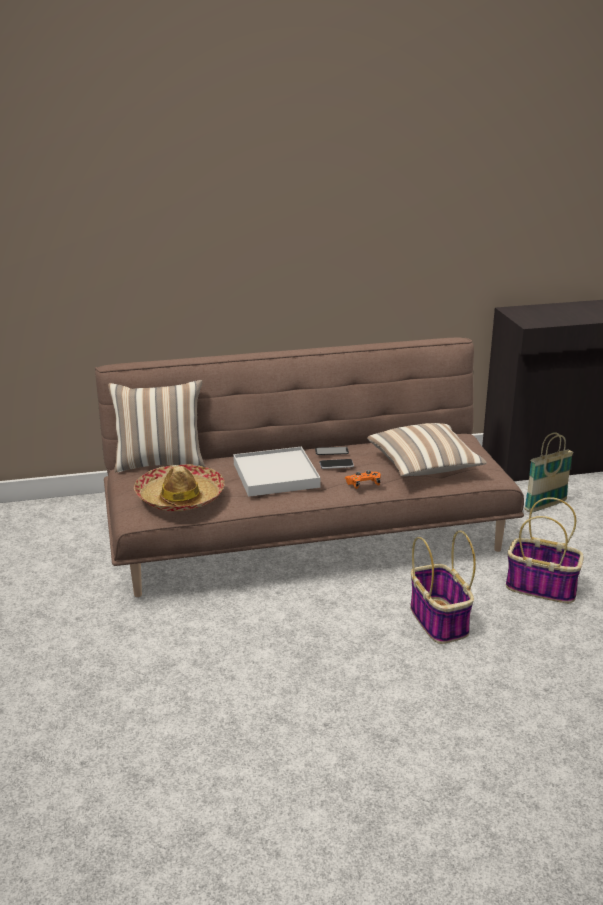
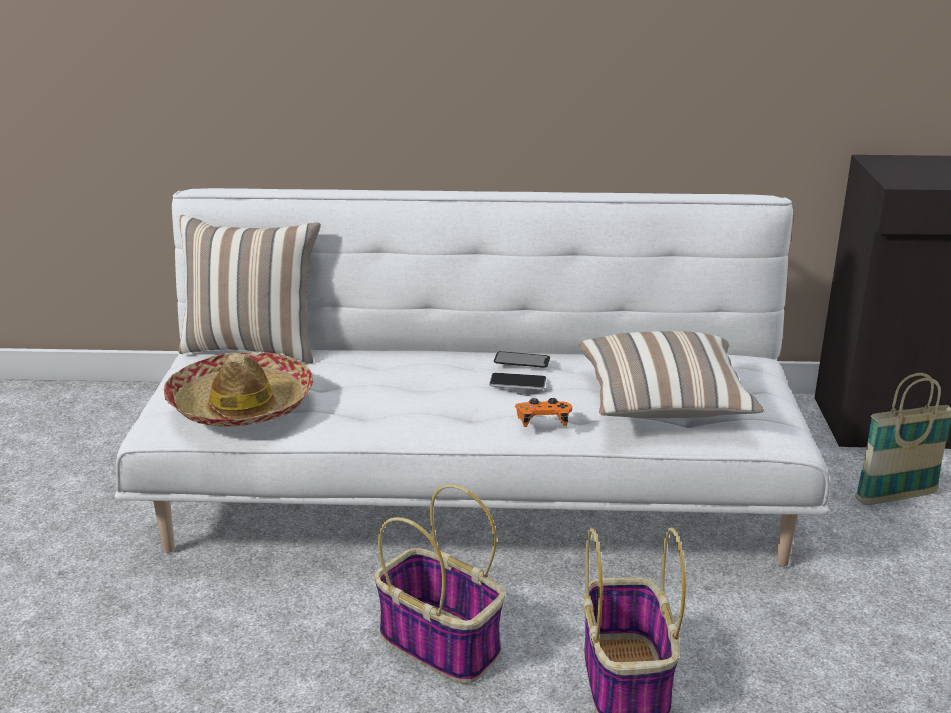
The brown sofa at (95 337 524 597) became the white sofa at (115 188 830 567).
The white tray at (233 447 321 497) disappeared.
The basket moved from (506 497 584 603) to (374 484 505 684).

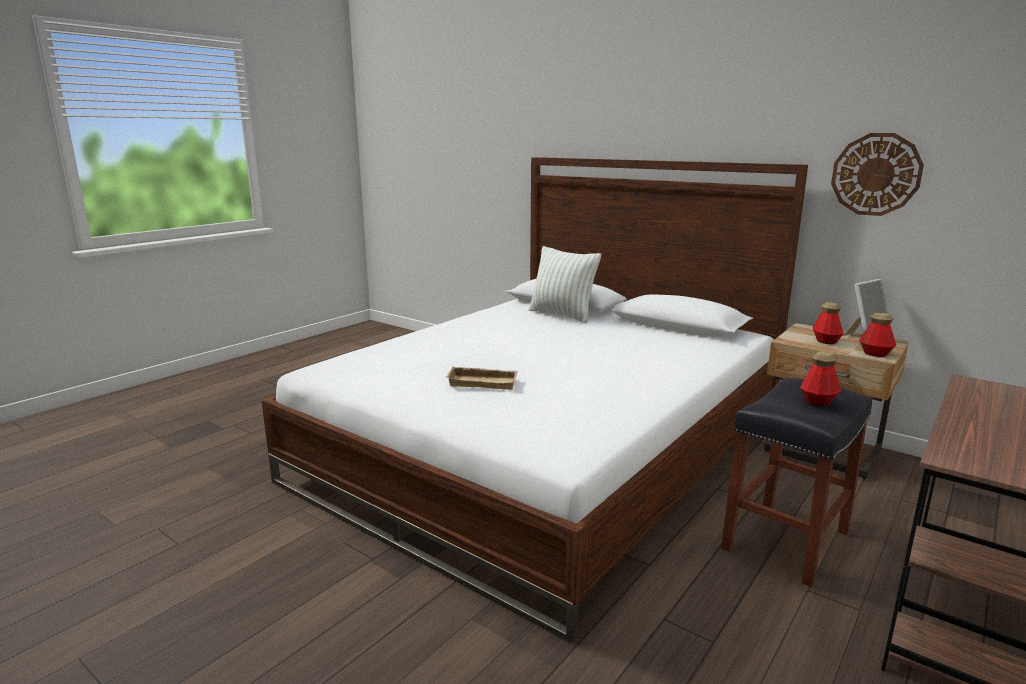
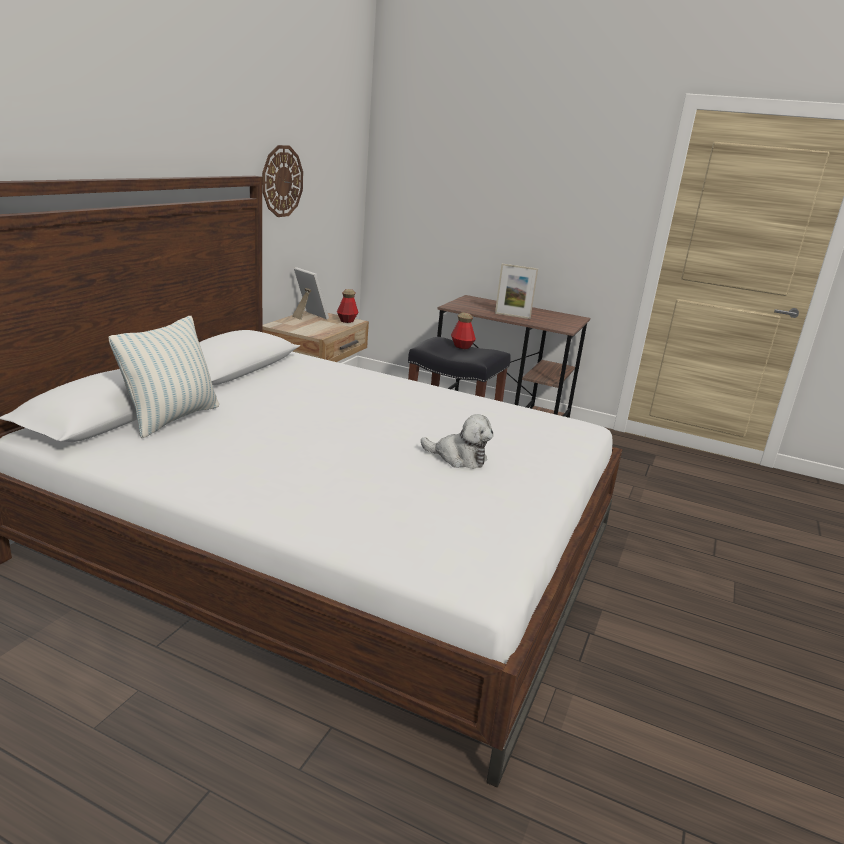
The bottle at (813 302 844 344) disappeared.
The beige tray at (446 367 518 389) was replaced by the plush toy at (421 414 493 469).
The picture frame at (495 264 538 319) appeared.

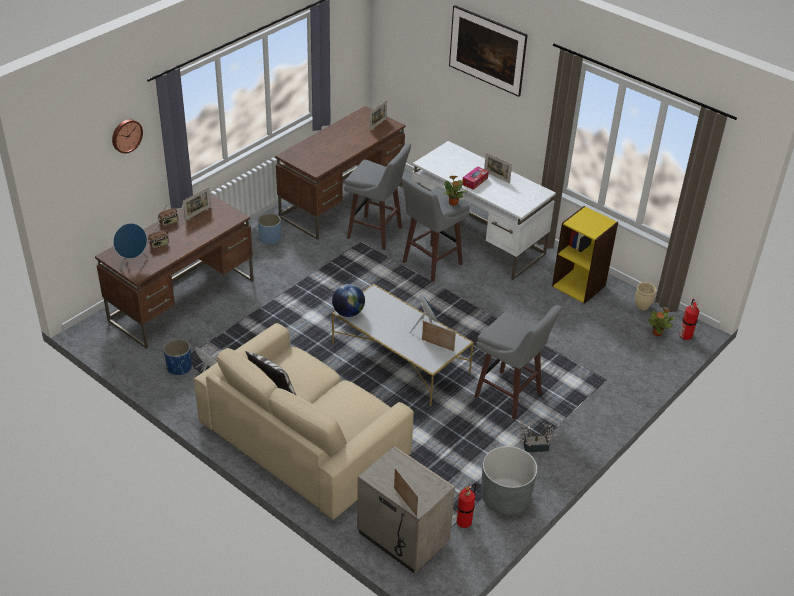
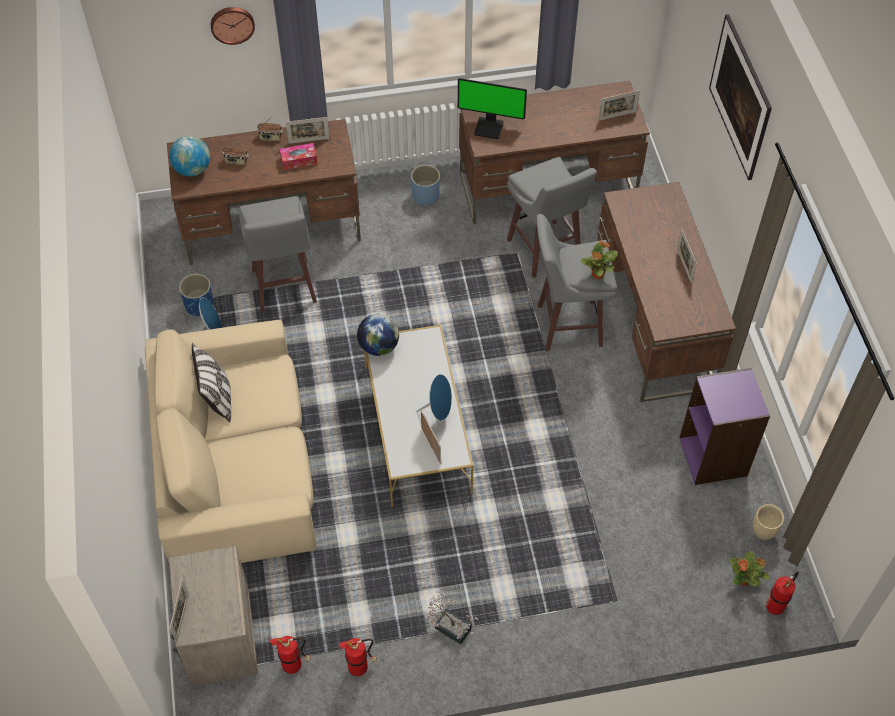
The white desk at (411 141 556 280) became the brown desk at (597 182 736 402).
The tissue box moved from (462 166 489 190) to (280 143 318 170).
The yellow bookcase at (552 206 618 304) became the purple bookcase at (679 368 770 485).
The blue speaker at (113 223 148 270) was replaced by the globe at (169 136 210 177).
The grey stool moved from (474 305 562 420) to (239 196 317 313).
The grey planter at (481 446 538 515) was replaced by the fire extinguisher at (339 638 377 676).
The monitor at (458 78 527 139) appeared.

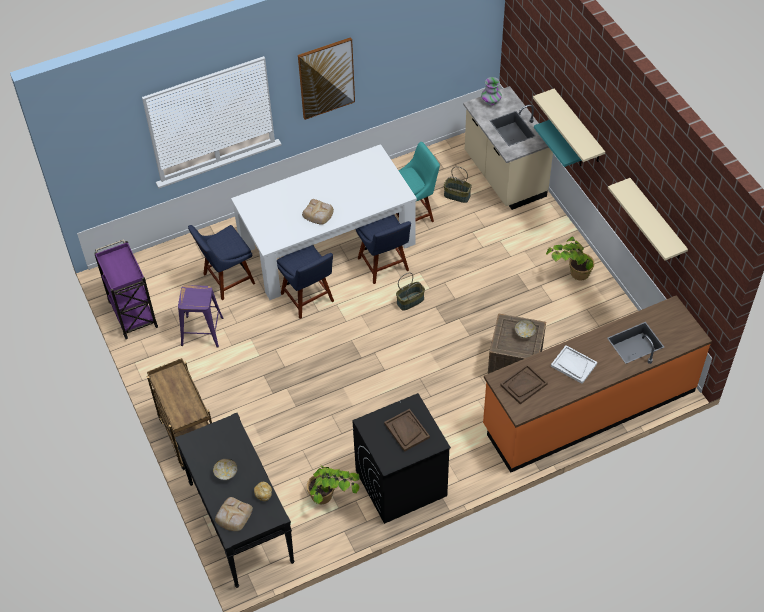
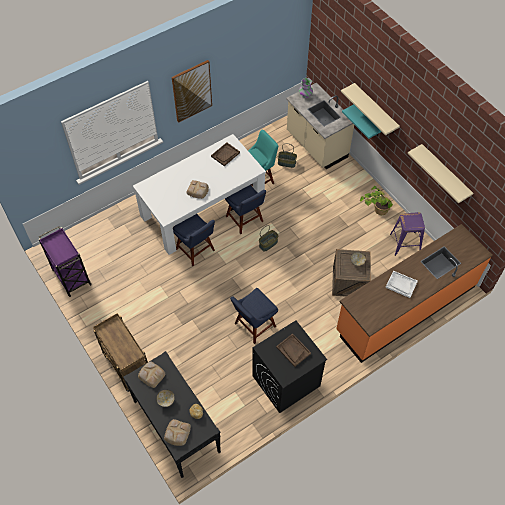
The blue chair moved from (188 225 255 300) to (230 288 278 344).
The purple stool moved from (178 285 223 348) to (390 212 425 256).
The brown tray moved from (500 364 548 404) to (211 142 240 166).
The potted plant at (307 465 360 504) disappeared.
The bread at (138 361 165 388) appeared.

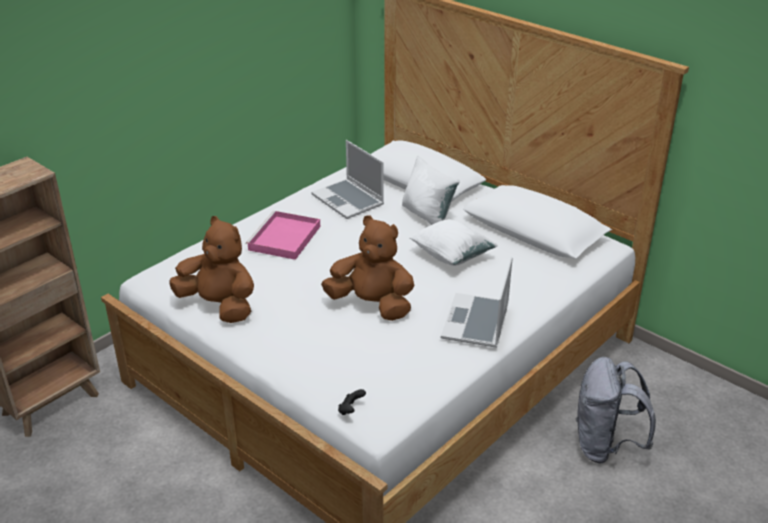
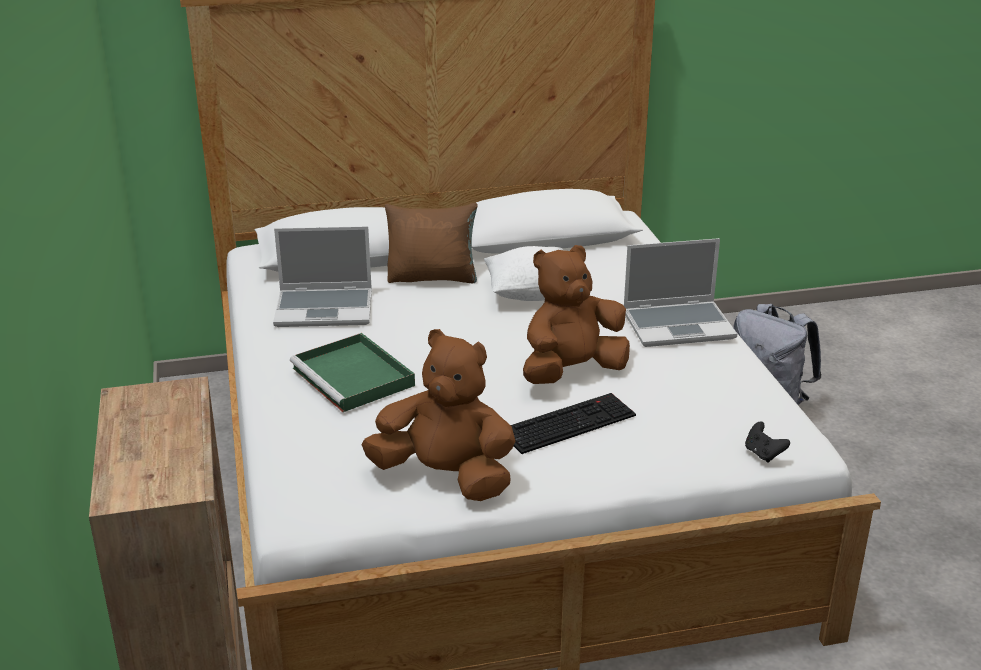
The white pillow at (402 156 460 225) became the brown pillow at (385 203 477 283).
The pink tray at (245 211 320 260) became the green tray at (290 333 415 412).
The brown plush toy at (169 216 254 323) turned 45 degrees clockwise.
The laptop at (441 257 513 348) turned 60 degrees counterclockwise.
The keyboard at (511 393 636 454) appeared.

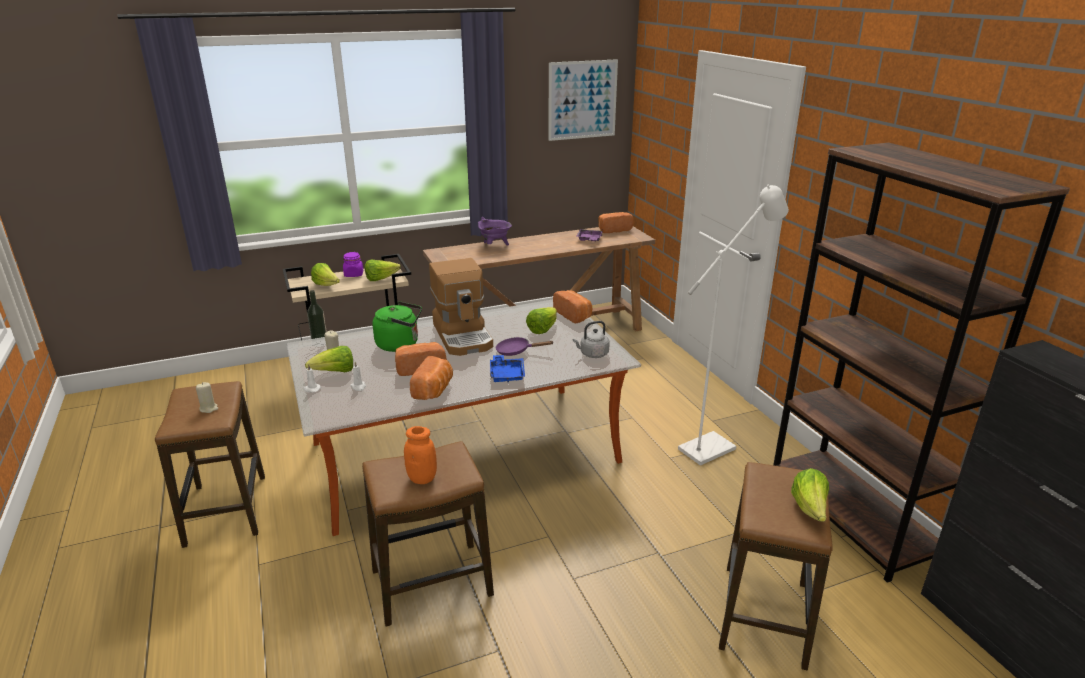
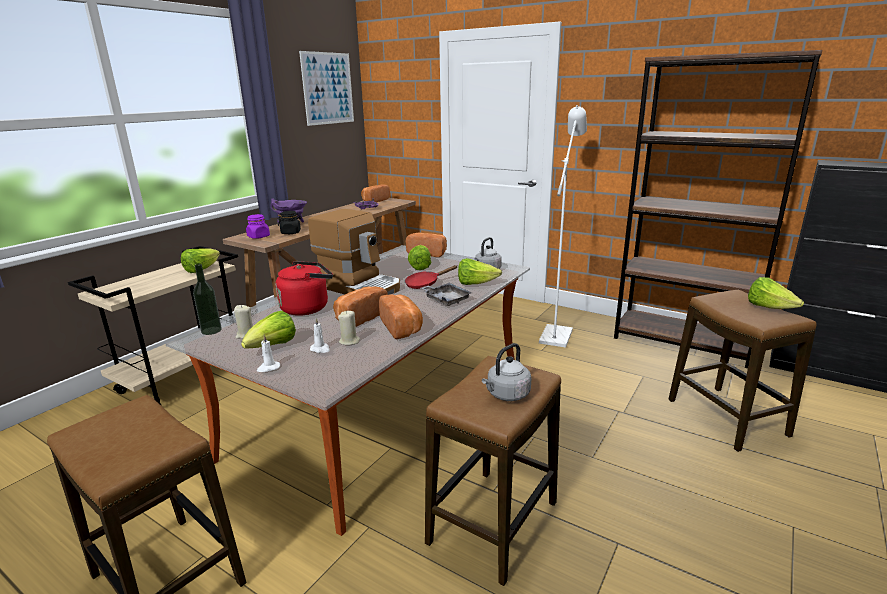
The purple jar moved from (343 252 363 277) to (246 214 270 239).
The lettuce moved from (311 263 340 286) to (458 258 502 285).
The green kettle at (372 301 422 352) became the red kettle at (275 261 333 316).
The purple frying pan at (496 337 554 356) became the red frying pan at (405 265 457 289).
The blue tray at (490 355 525 383) became the grey tray at (421 283 472 306).
The beige candle moved from (196 382 218 413) to (338 310 360 345).
The orange jar at (404 426 437 484) was replaced by the grey kettle at (482 343 531 401).
The black jar at (278 211 302 234) appeared.

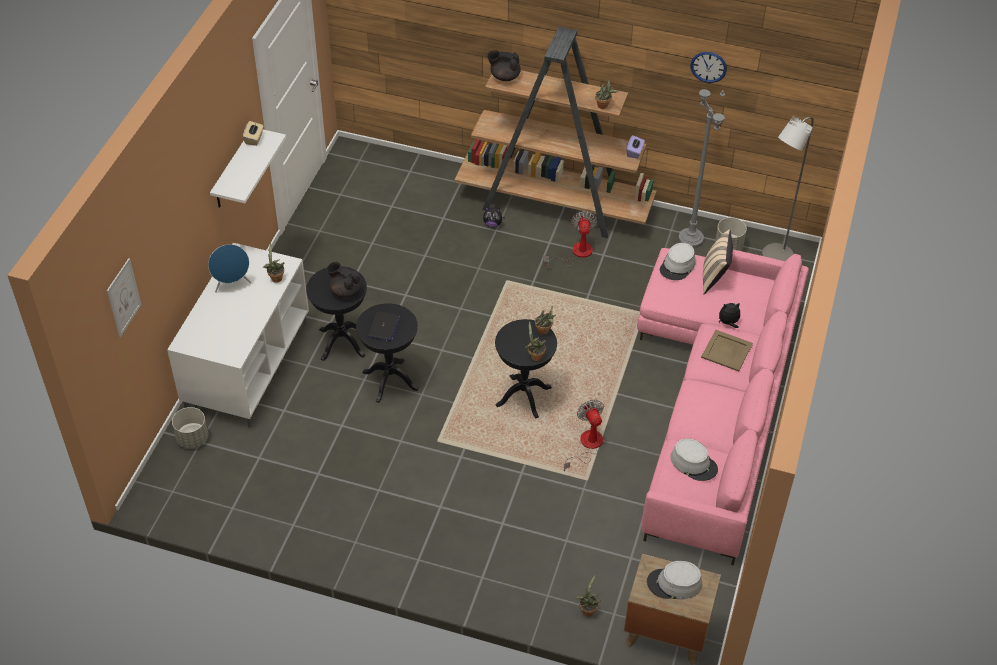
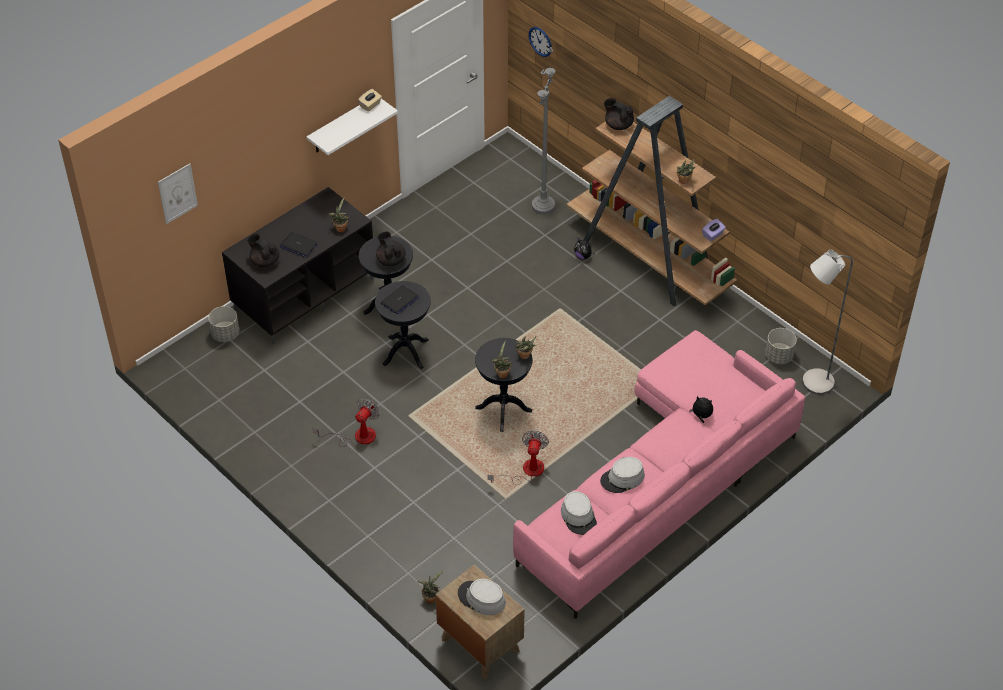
The wall clock moved from (690 52 727 83) to (528 27 552 57).
The grey floor lamp moved from (678 66 725 249) to (532 47 556 215).
The fan moved from (543 211 597 266) to (313 398 380 447).
The beige pillow at (703 229 733 294) disappeared.
The white tv stand at (167 243 309 428) became the black tv stand at (222 187 373 344).
The grey hat moved from (660 243 696 280) to (600 457 645 493).
The blue speaker at (208 244 251 293) disappeared.
The beige tray at (701 330 753 372) disappeared.
The laptop at (280 232 318 257) appeared.
The black teapot at (247 234 279 267) appeared.

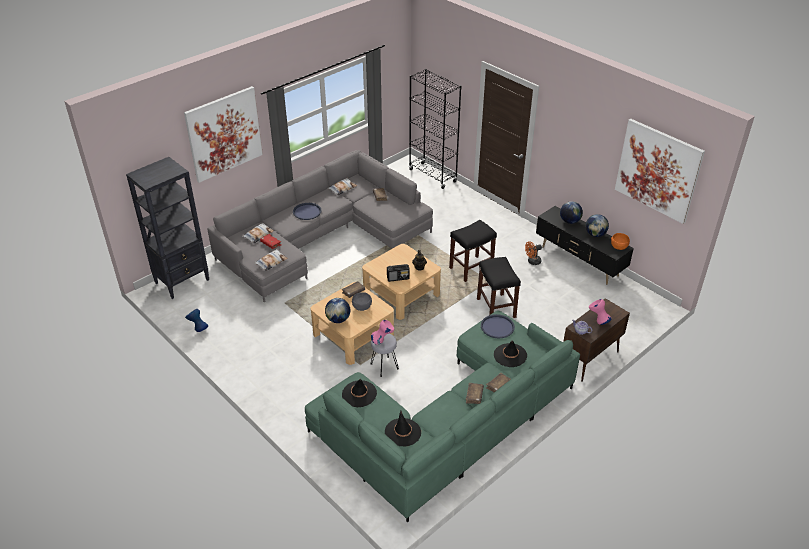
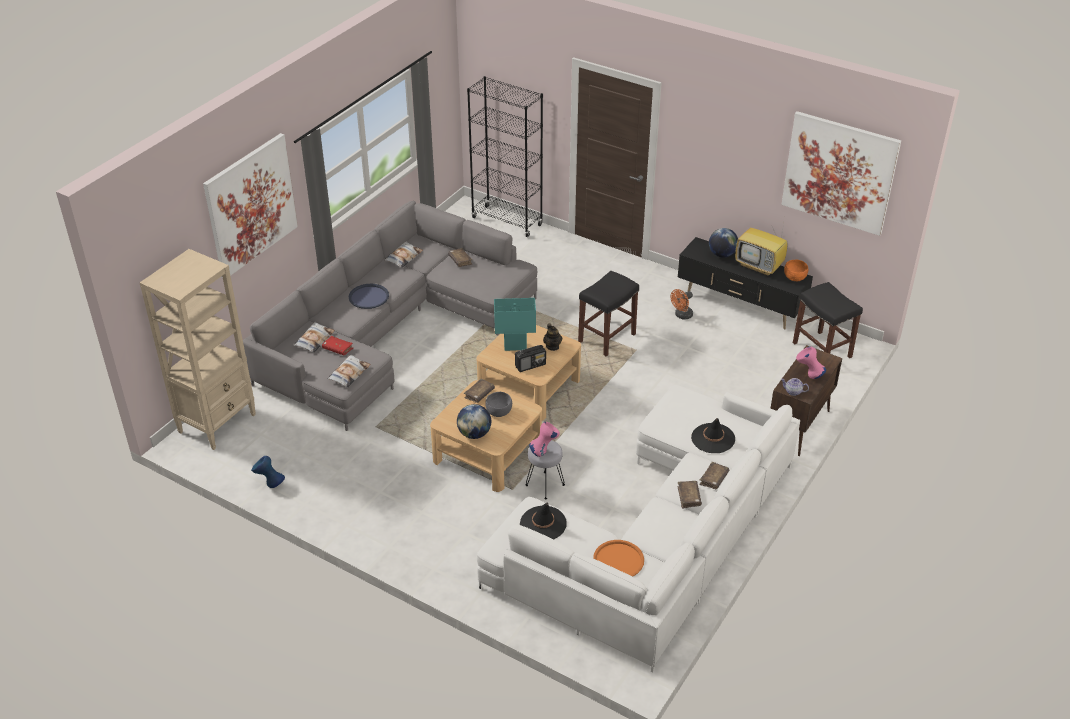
The black bookcase at (126 157 209 299) became the beige bookcase at (140 249 256 450).
The globe at (586 214 609 237) was replaced by the television at (735 217 788 276).
The black stool moved from (477 257 521 318) to (793 282 863 358).
The green sofa at (305 311 580 522) became the white sofa at (477 385 800 672).
The blue tray at (481 314 515 338) disappeared.
The black hat at (385 410 421 446) was replaced by the orange tray at (593 540 644 577).
The turquoise table lamp at (494 298 536 351) appeared.

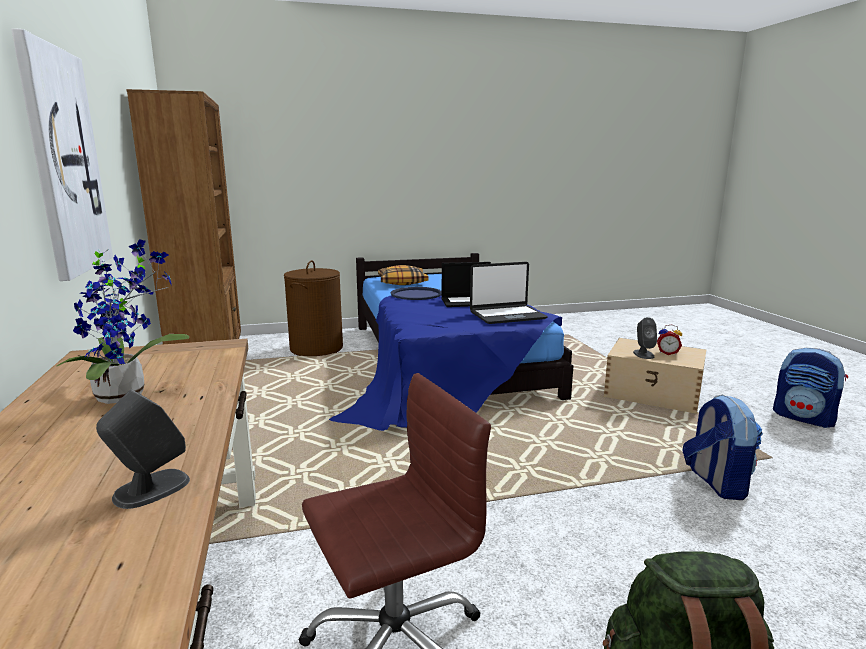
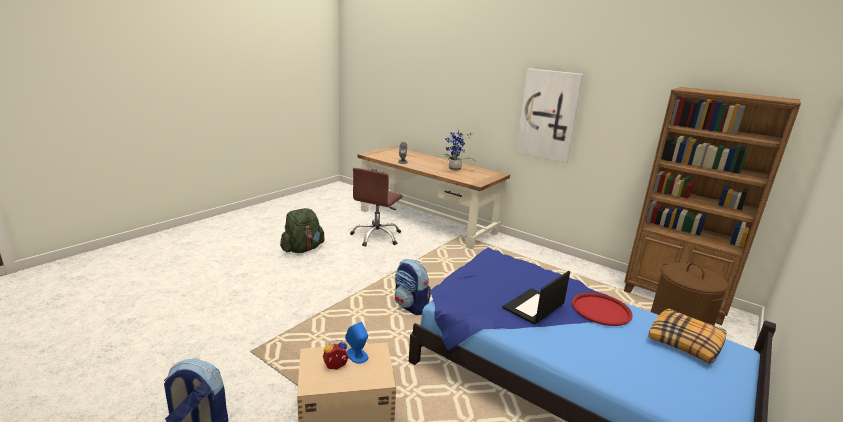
The laptop at (470 262 548 324) disappeared.
The blue tray at (391 287 442 300) became the red tray at (572 292 633 326).
The grey speaker at (633 317 657 359) became the blue speaker at (345 322 369 364).
The backpack moved from (682 394 763 500) to (395 259 431 315).

